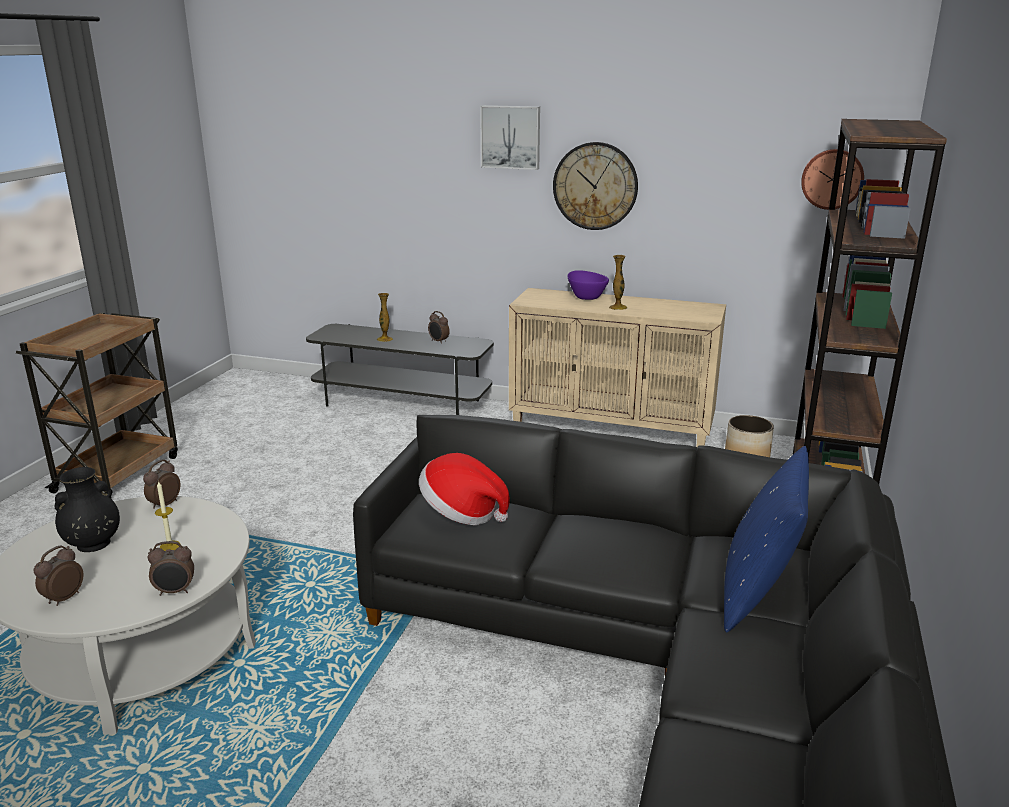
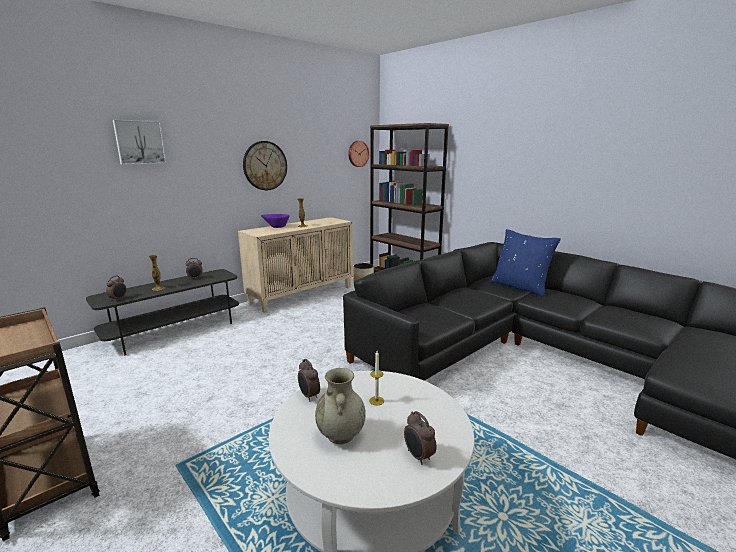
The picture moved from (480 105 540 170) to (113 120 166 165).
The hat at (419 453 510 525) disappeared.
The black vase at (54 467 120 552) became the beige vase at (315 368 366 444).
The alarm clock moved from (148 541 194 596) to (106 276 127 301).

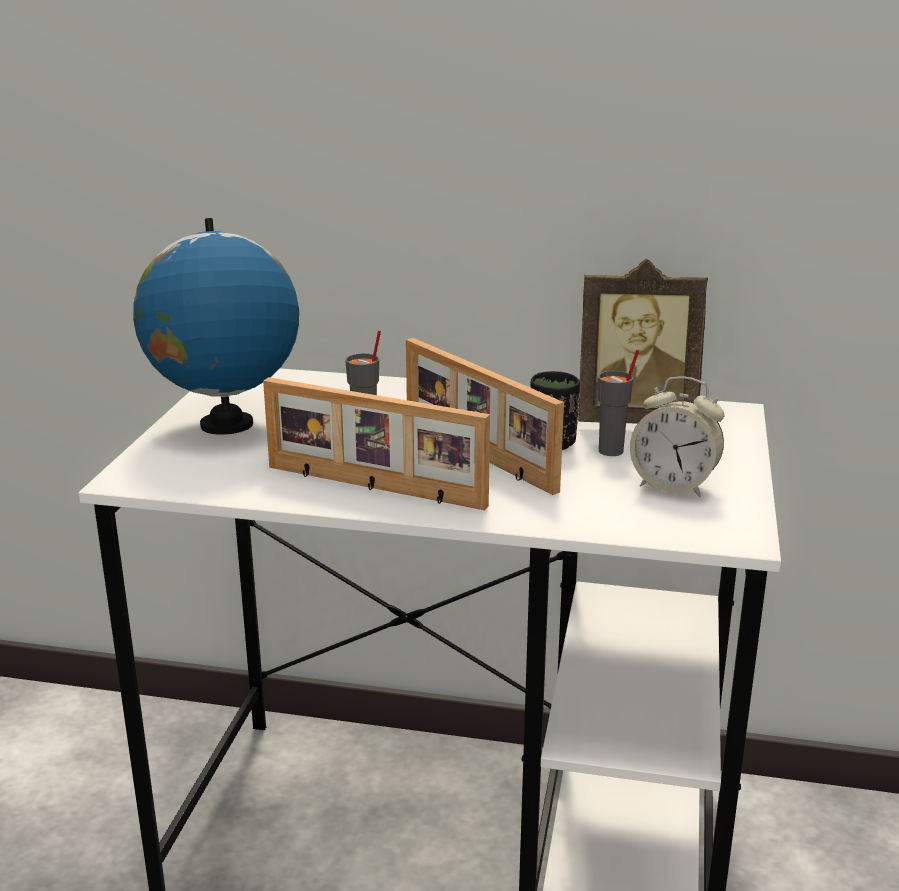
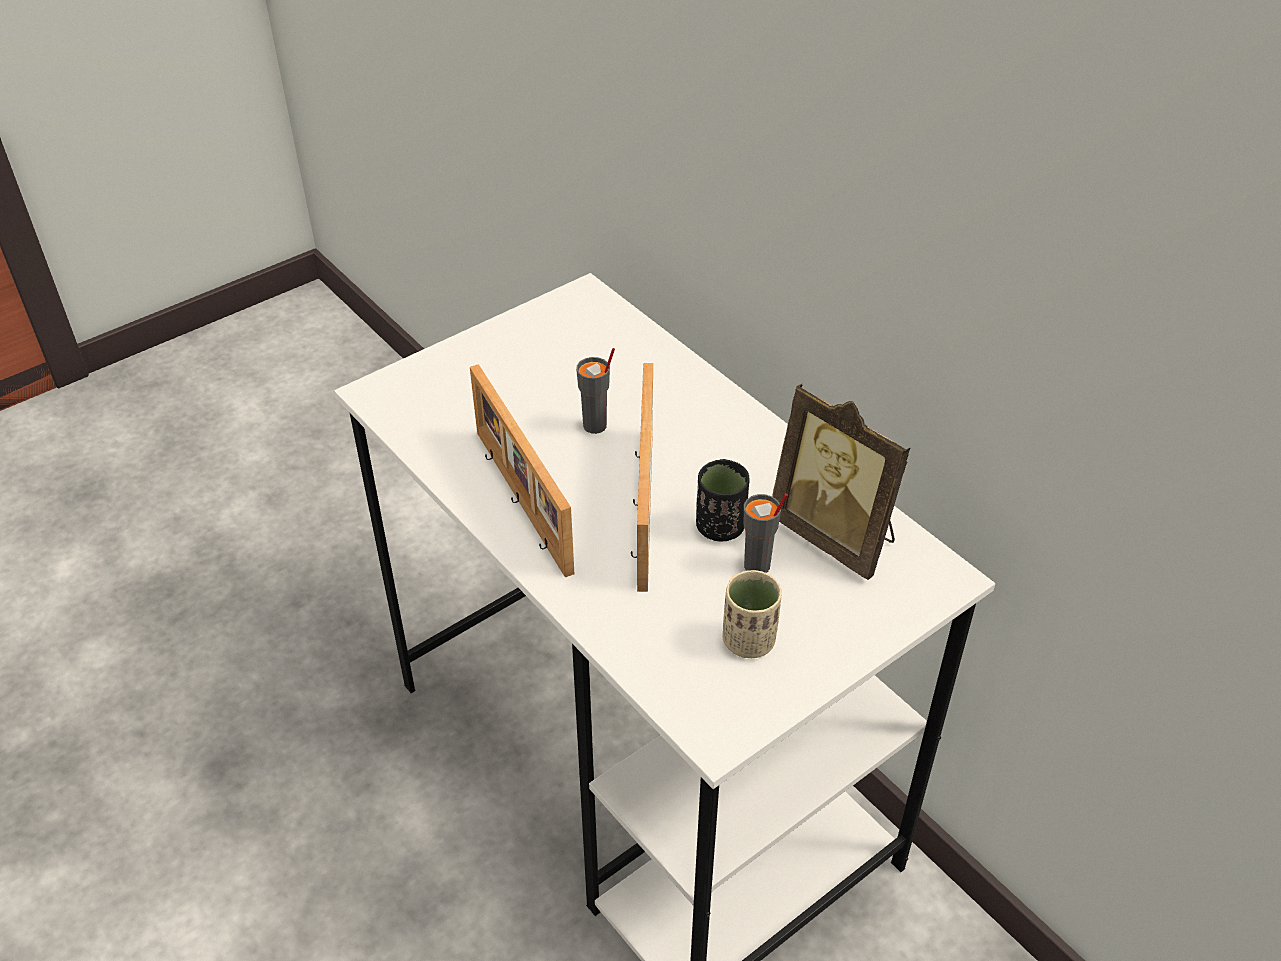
The globe at (133 218 299 435) disappeared.
The alarm clock at (630 376 724 497) was replaced by the beige cup at (722 570 782 658).

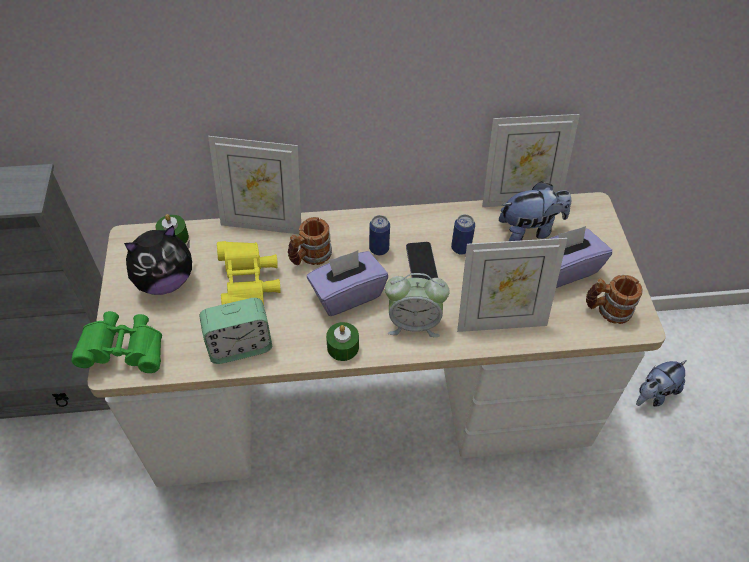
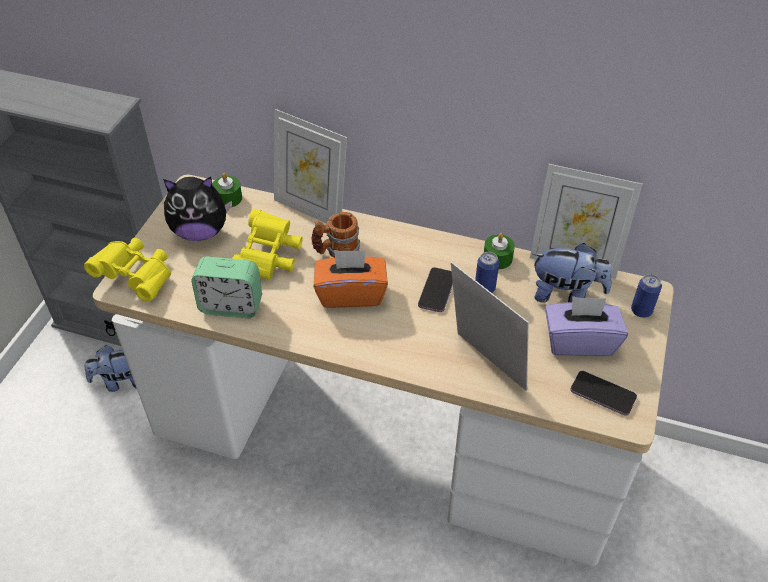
The can moved from (369 215 390 255) to (631 274 662 318).
The picture frame at (457 238 567 332) turned 150 degrees counterclockwise.
The purple tissue box at (307 250 388 316) became the orange tissue box at (314 250 388 308).
The alarm clock at (385 273 450 337) disappeared.
The mug at (586 275 643 324) was replaced by the phone at (570 371 637 416).
The green binoculars at (71 311 162 373) became the yellow binoculars at (84 238 171 302).
The green candle moved from (326 322 359 361) to (484 233 515 269).
The plush toy moved from (636 360 687 407) to (85 345 137 392).

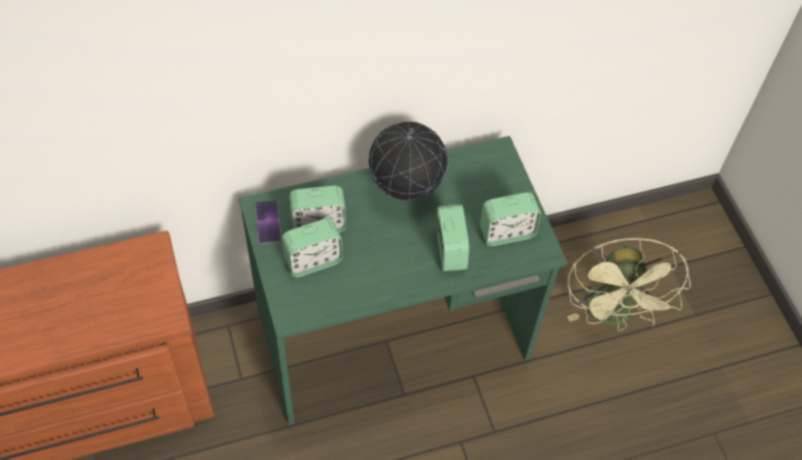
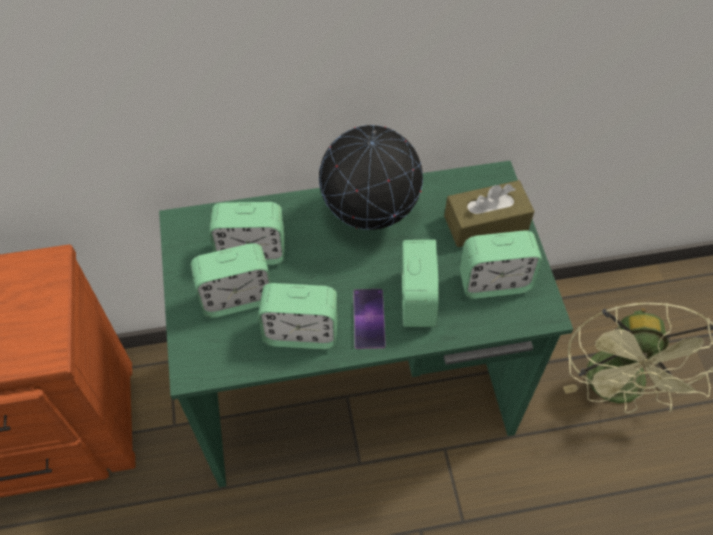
The phone moved from (255 200 281 244) to (353 289 386 349).
The brown tissue box at (444 180 535 247) appeared.
The alarm clock at (258 283 338 349) appeared.

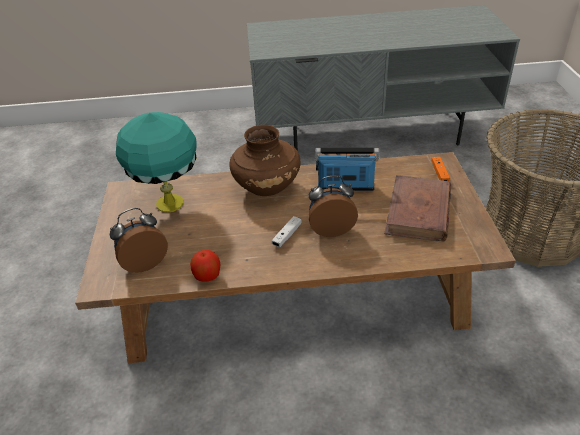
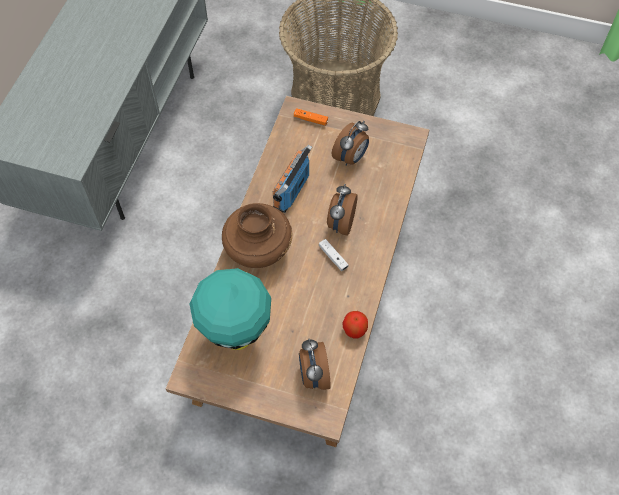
The brown book at (384 175 451 242) was replaced by the alarm clock at (332 121 369 166).

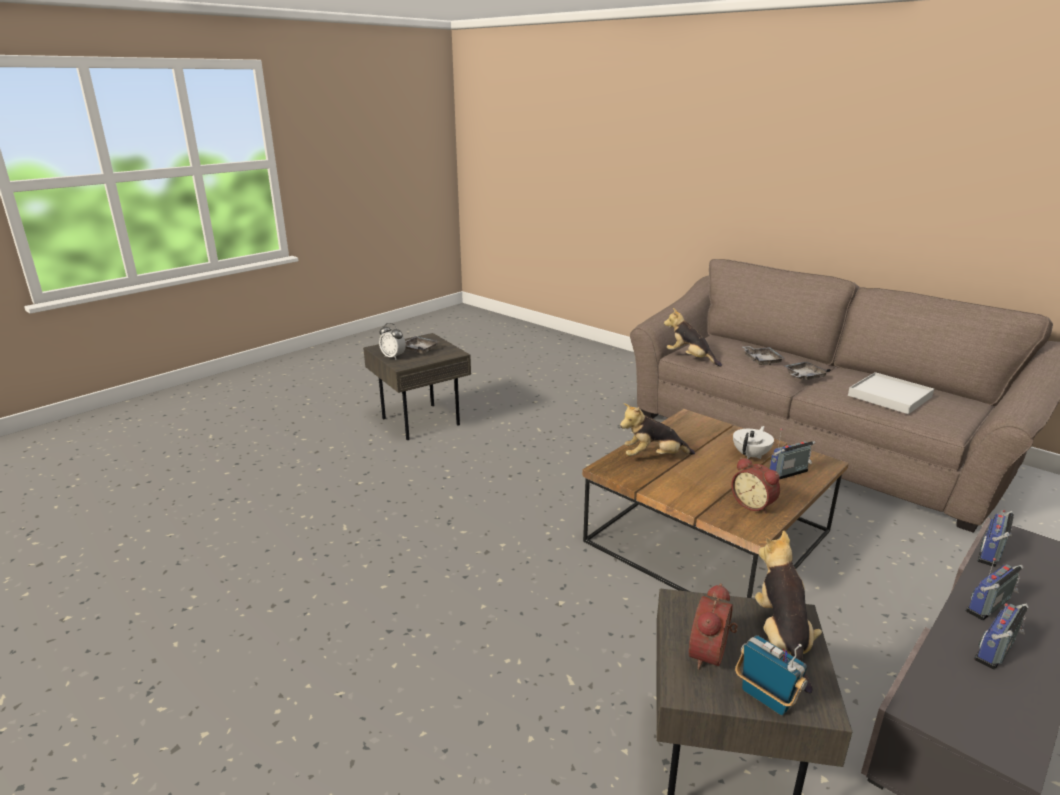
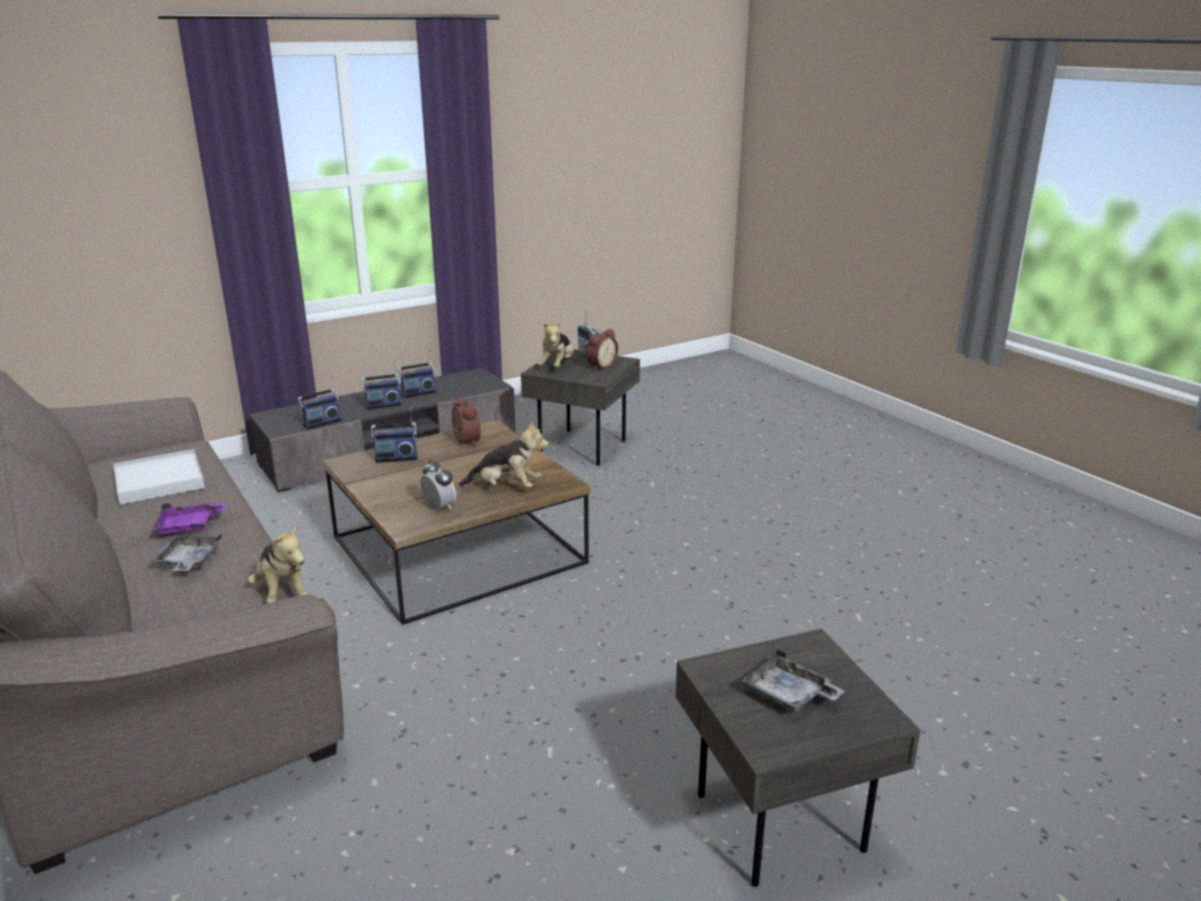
The alarm clock moved from (379 323 406 359) to (420 459 456 510).
The grey tray at (784 361 831 380) became the purple tray at (152 503 227 534).
The white teapot at (733 426 774 459) disappeared.

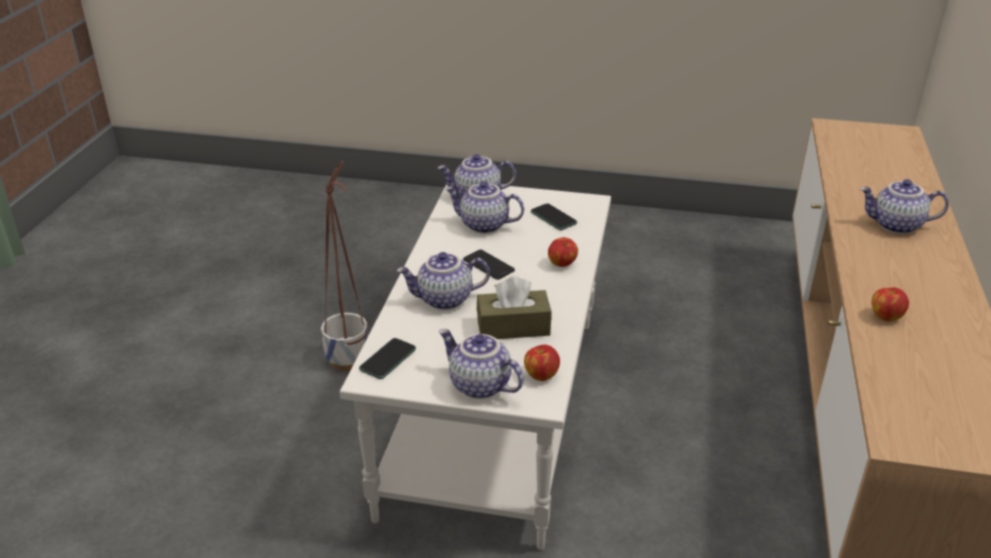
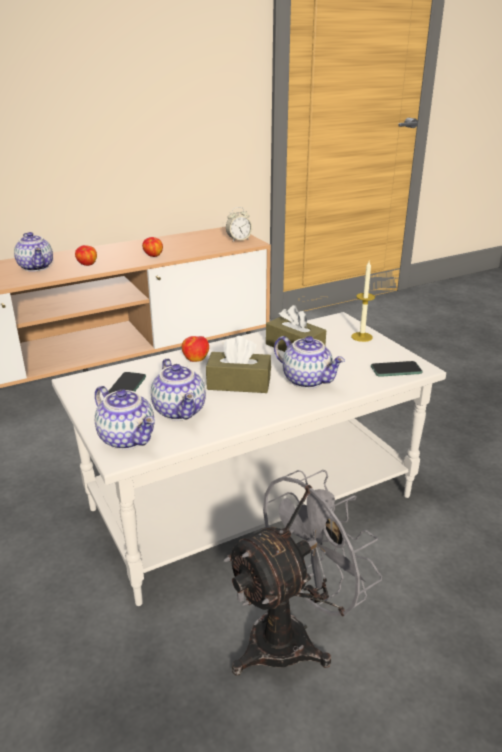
The planter at (321 161 369 371) was replaced by the grey fan at (224 470 382 675).
The phone at (463 250 515 280) was replaced by the brown tissue box at (206 336 271 393).
The teapot at (439 329 524 399) was replaced by the candle at (351 261 375 342).
The apple moved from (524 345 560 381) to (75 245 97 266).
The alarm clock at (226 207 252 241) appeared.

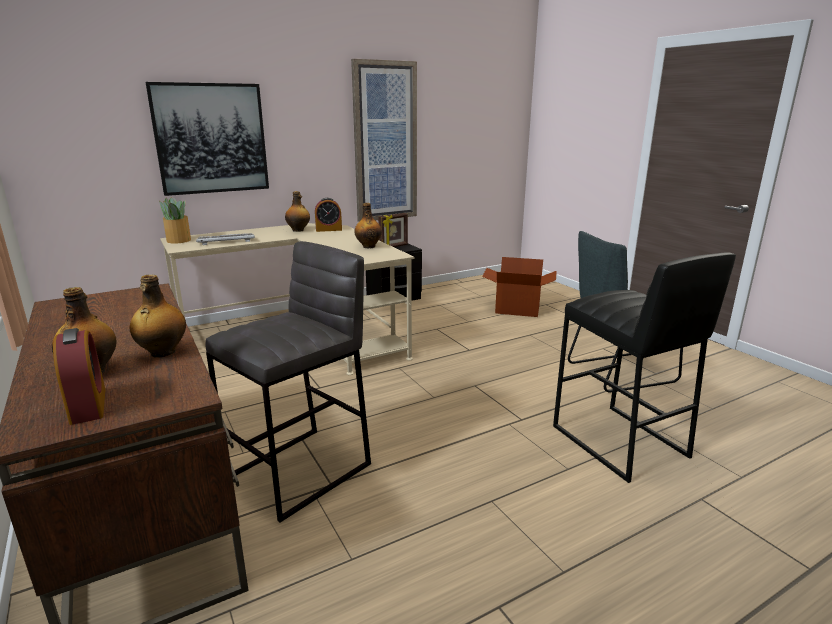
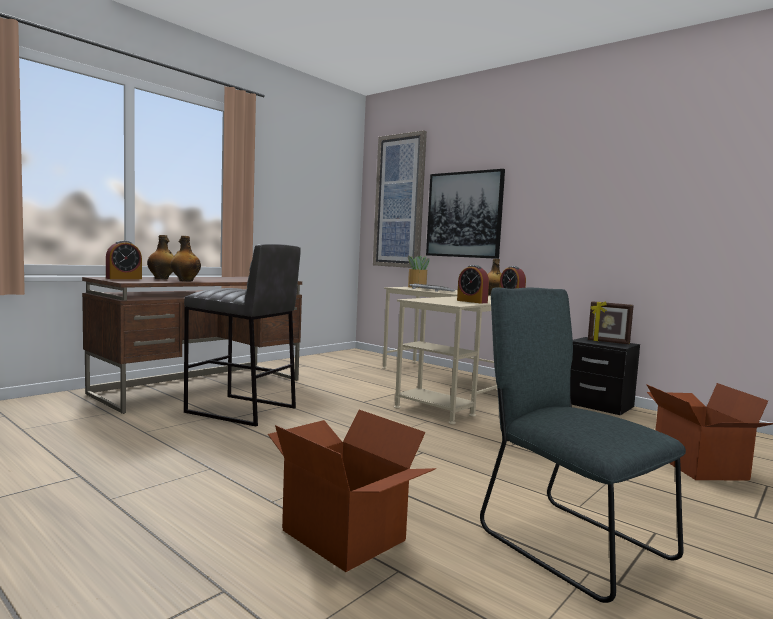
The picture moved from (351 59 417 222) to (373 130 427 268).
The bottle at (354 203 382 248) was replaced by the alarm clock at (457 265 489 303).
The black stool at (553 252 736 483) was replaced by the cardboard box at (268 410 436 572).

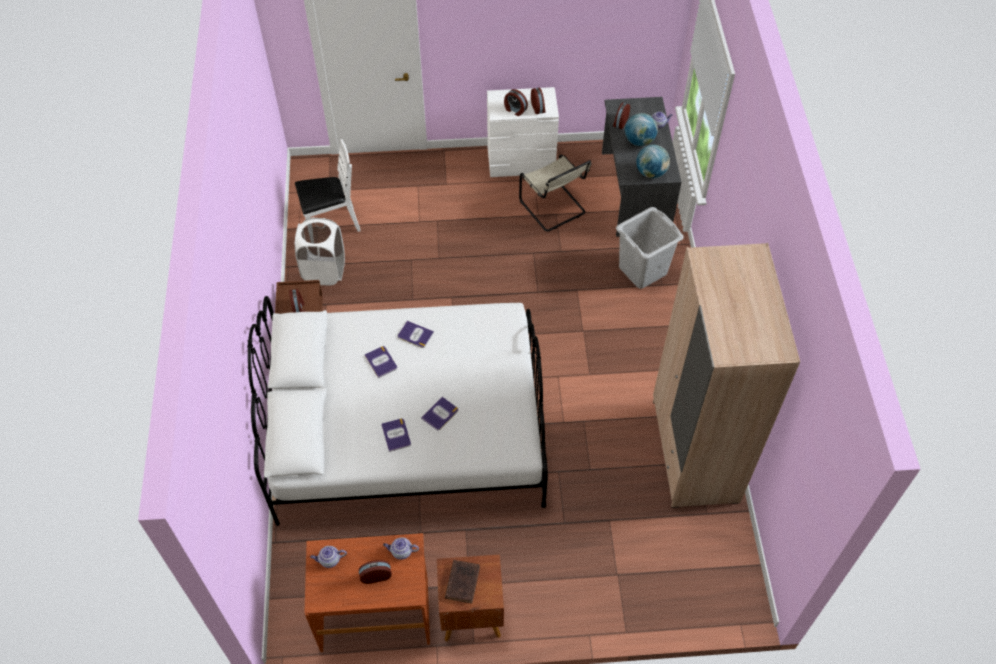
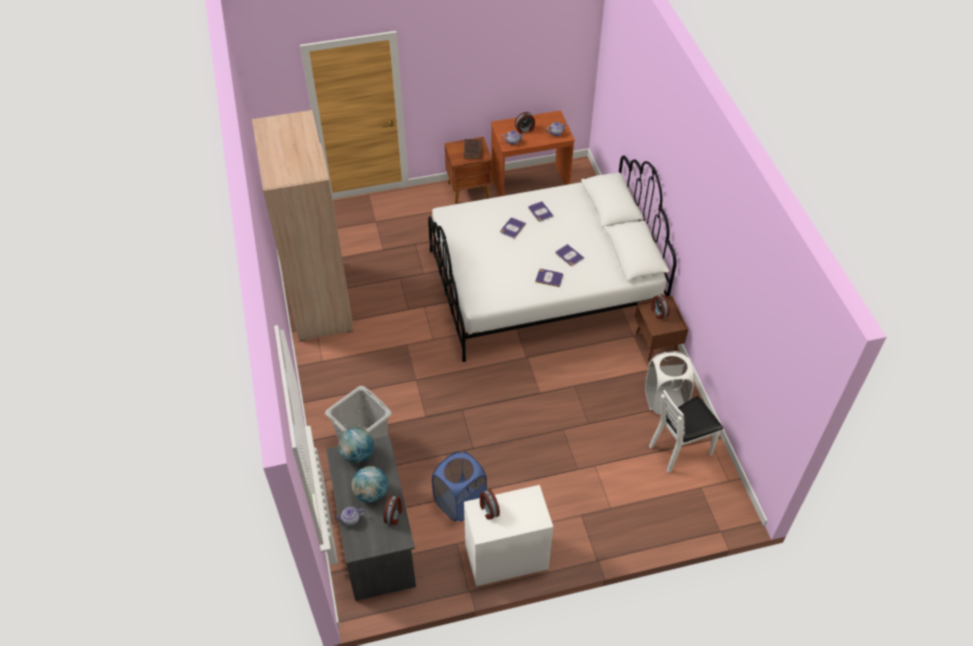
The alarm clock at (504 89 528 116) disappeared.
The beige chair at (519 154 591 232) was replaced by the blue laundry basket at (432 452 487 521).

